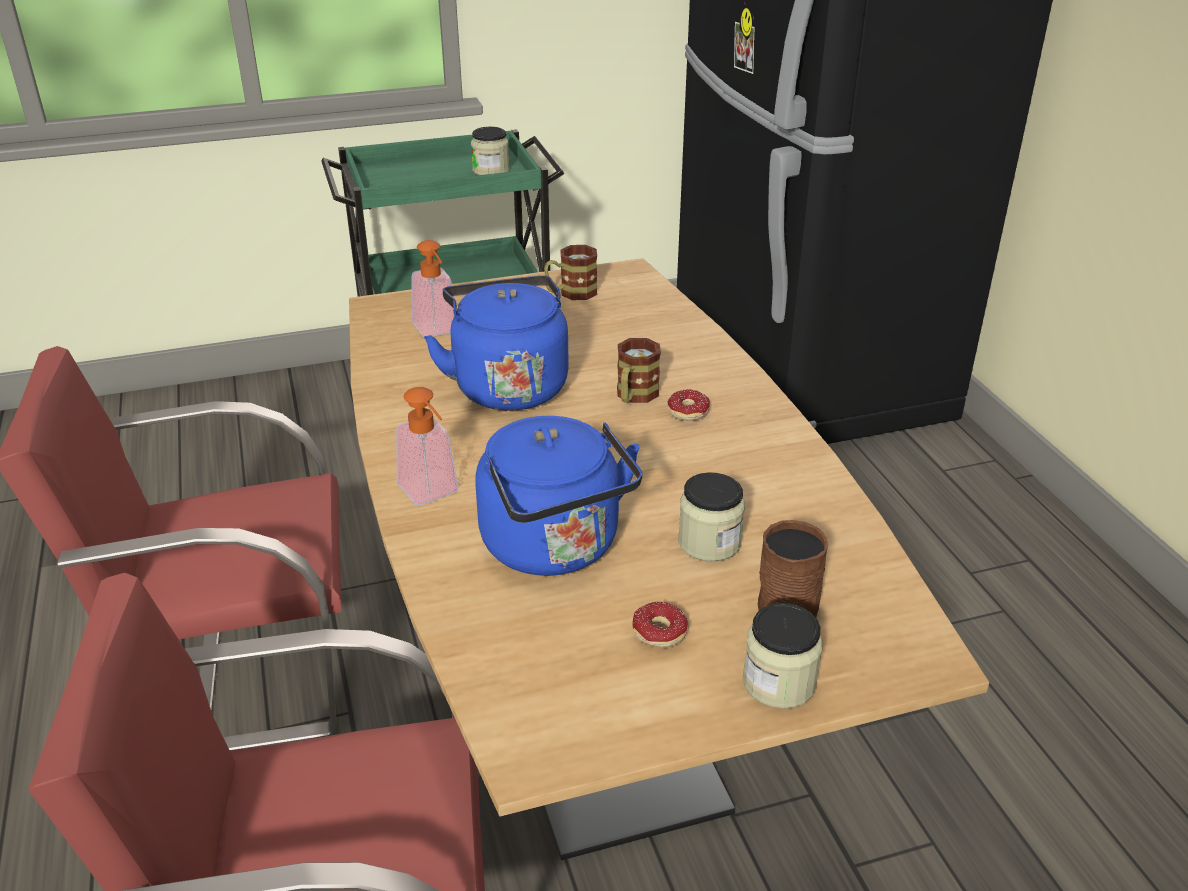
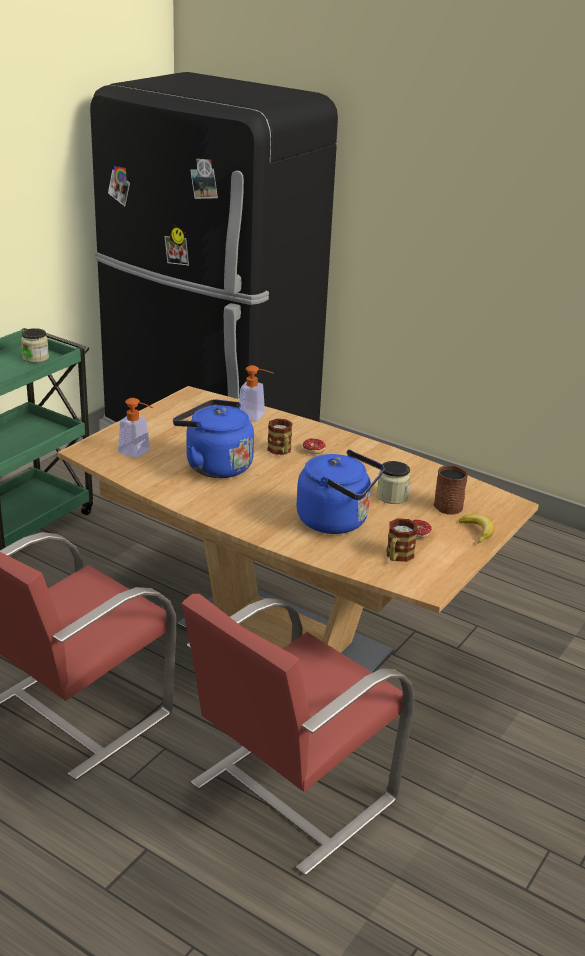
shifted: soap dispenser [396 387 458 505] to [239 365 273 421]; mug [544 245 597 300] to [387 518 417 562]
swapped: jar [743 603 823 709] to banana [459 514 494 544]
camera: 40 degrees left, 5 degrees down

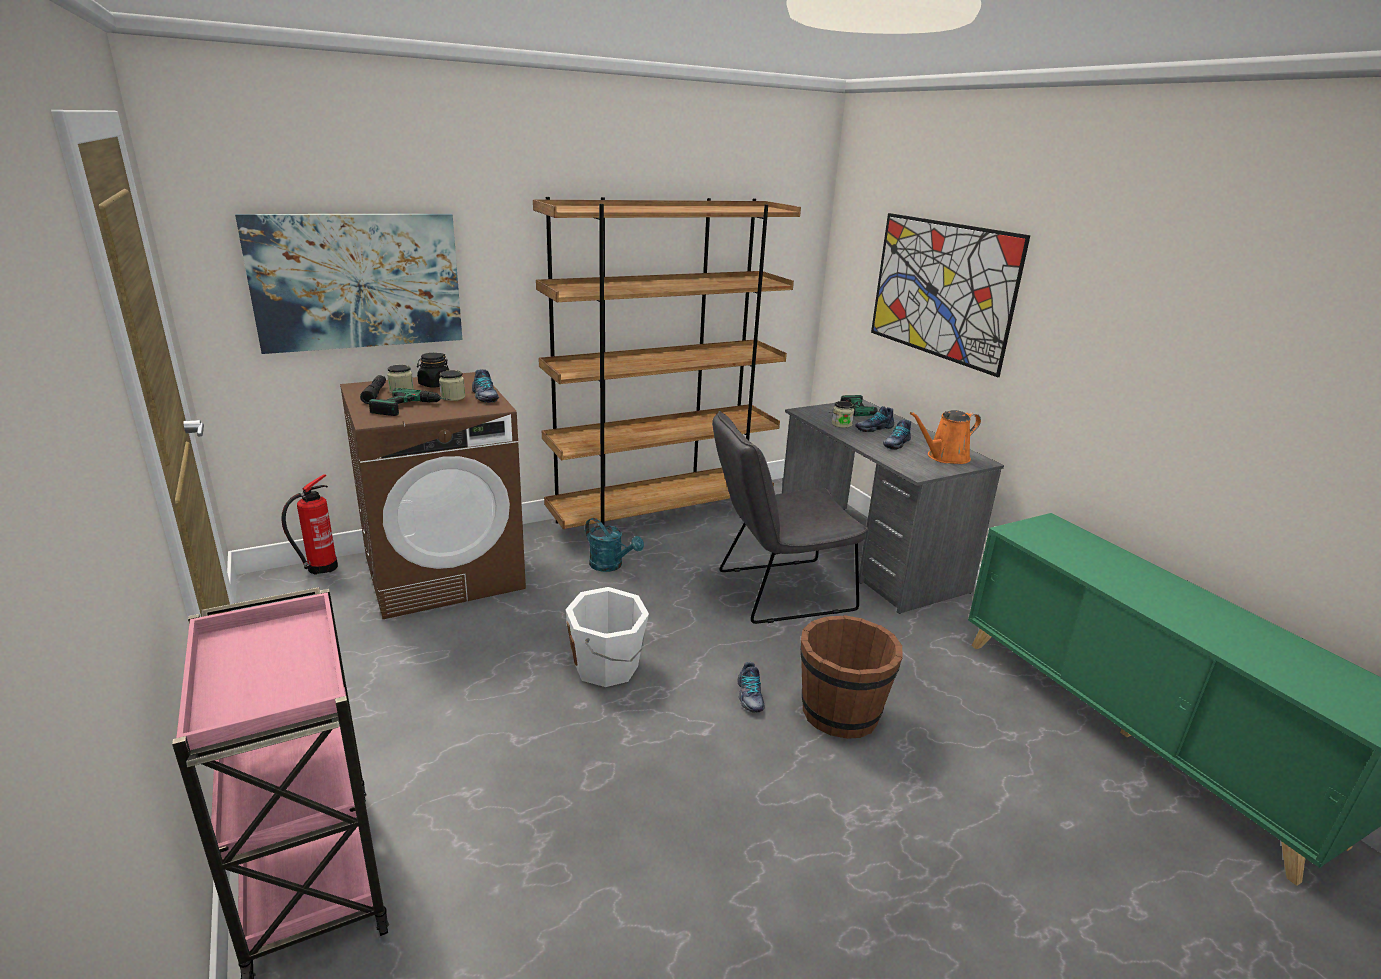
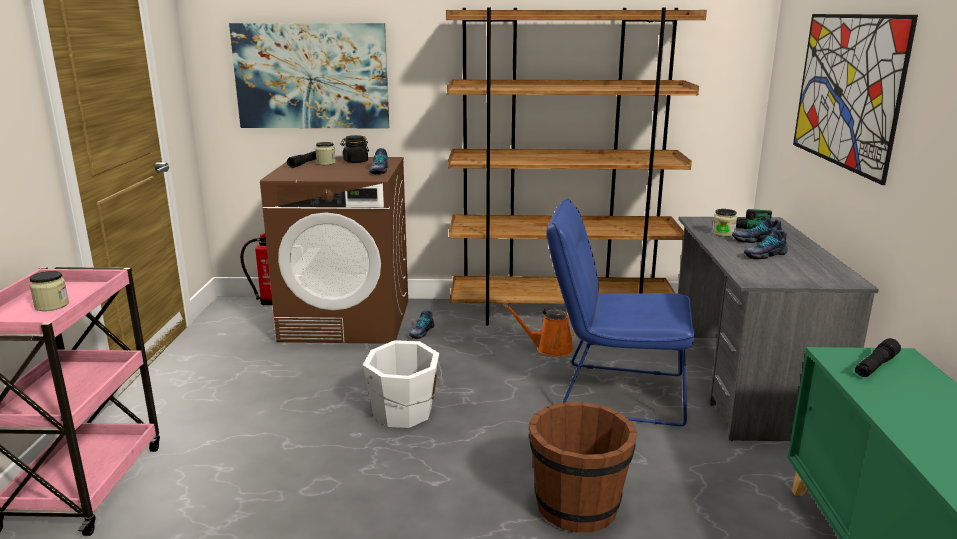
gone: power drill [369 388 452 416]; turquoise watering can [585 518 644 572]
new: black flashlight [855 338 901 377]
shifted: jar [439 370 465 401] to [29 271 69 311]; shoe [737 662 765 713] to [409 310 435 339]; orange watering can [910 410 981 464] to [504 305 575 357]
repainted: grey chair [712 411 868 624] to blue chair [546 199 696 426]
camera: 30 degrees right, 5 degrees down

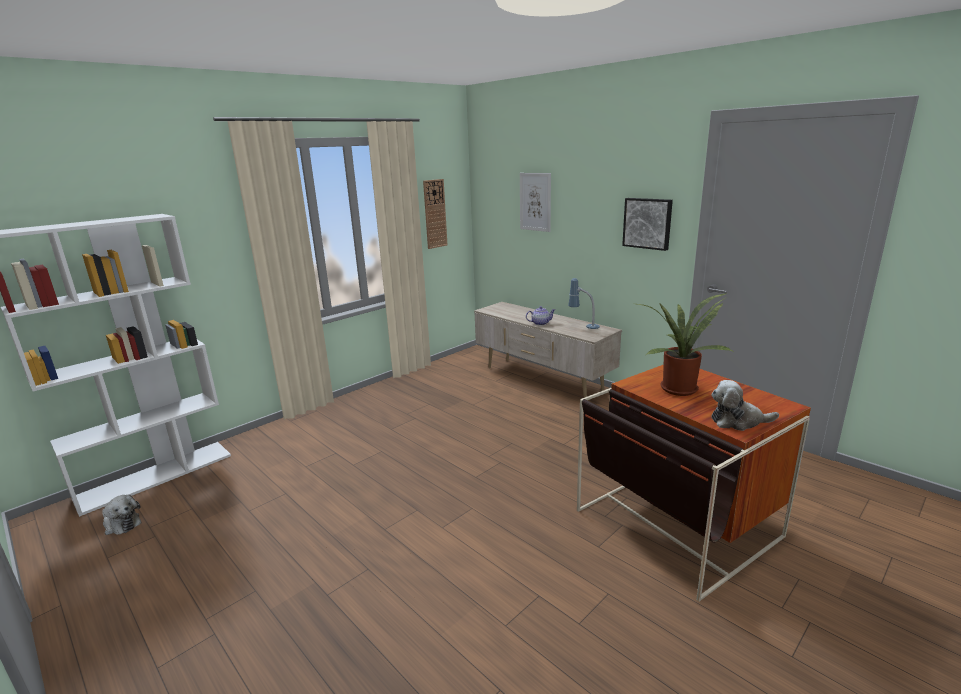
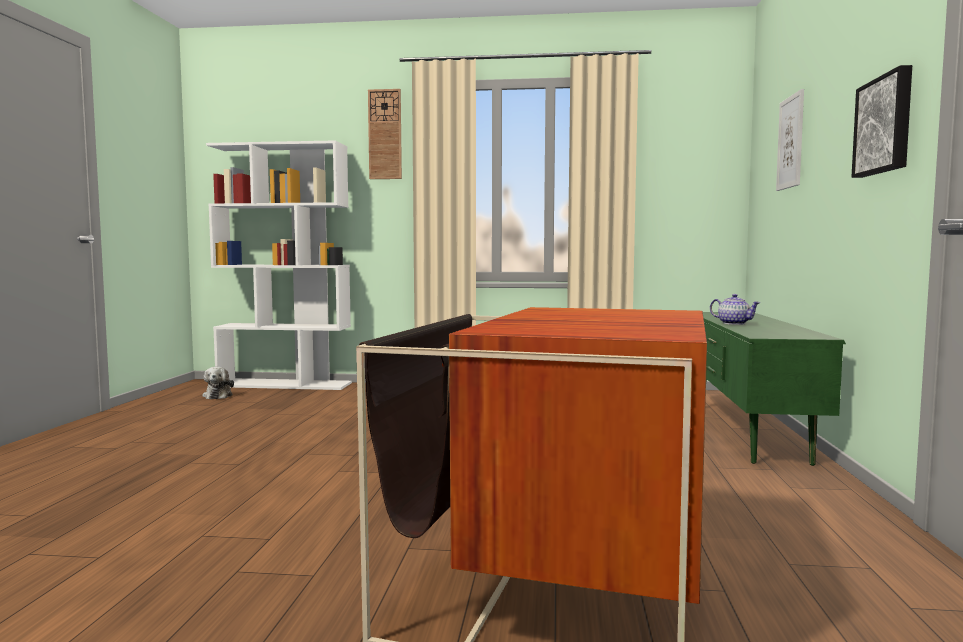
gone: table lamp [568 278 600 329]; potted plant [637 293 732 396]; plush toy [711 380 779 431]
shifted: wall clock [423 179 448 249] to [368 89 402 179]
repainted: beige tv stand [474 302 622 398] to green tv stand [703 312 846 466]
camera: 50 degrees right, 15 degrees down

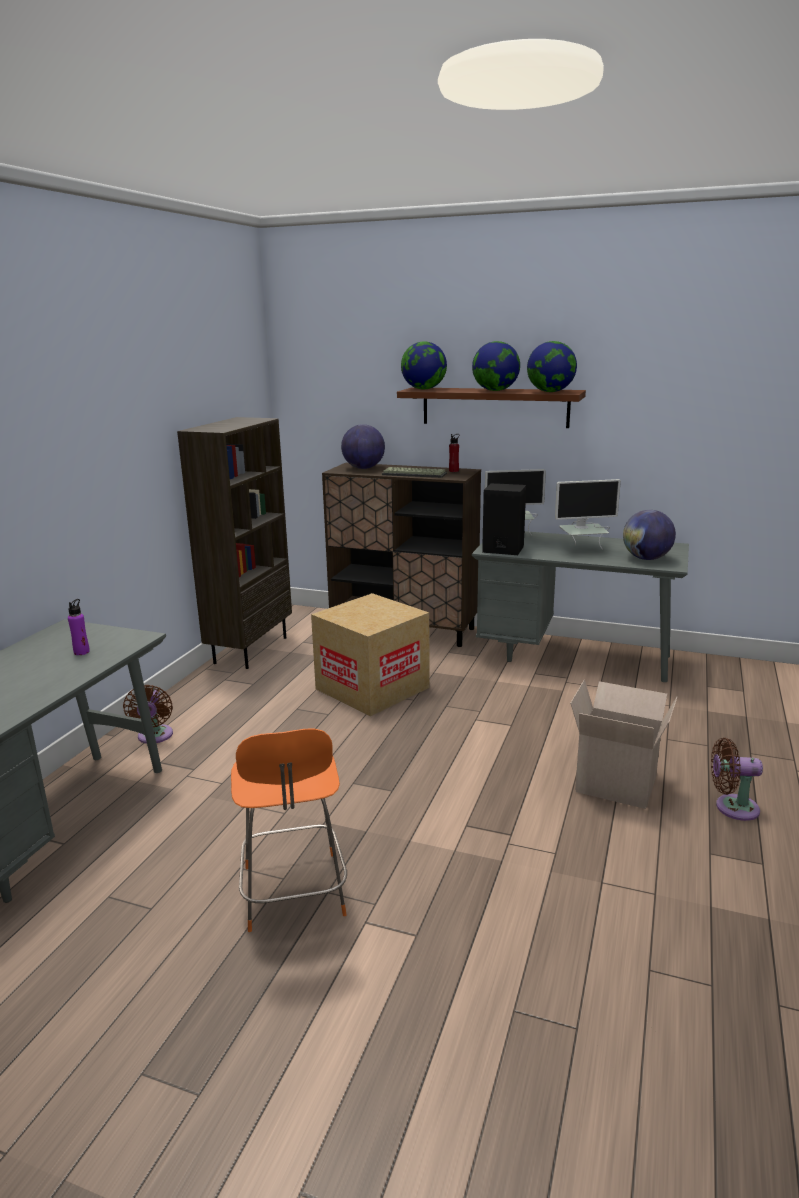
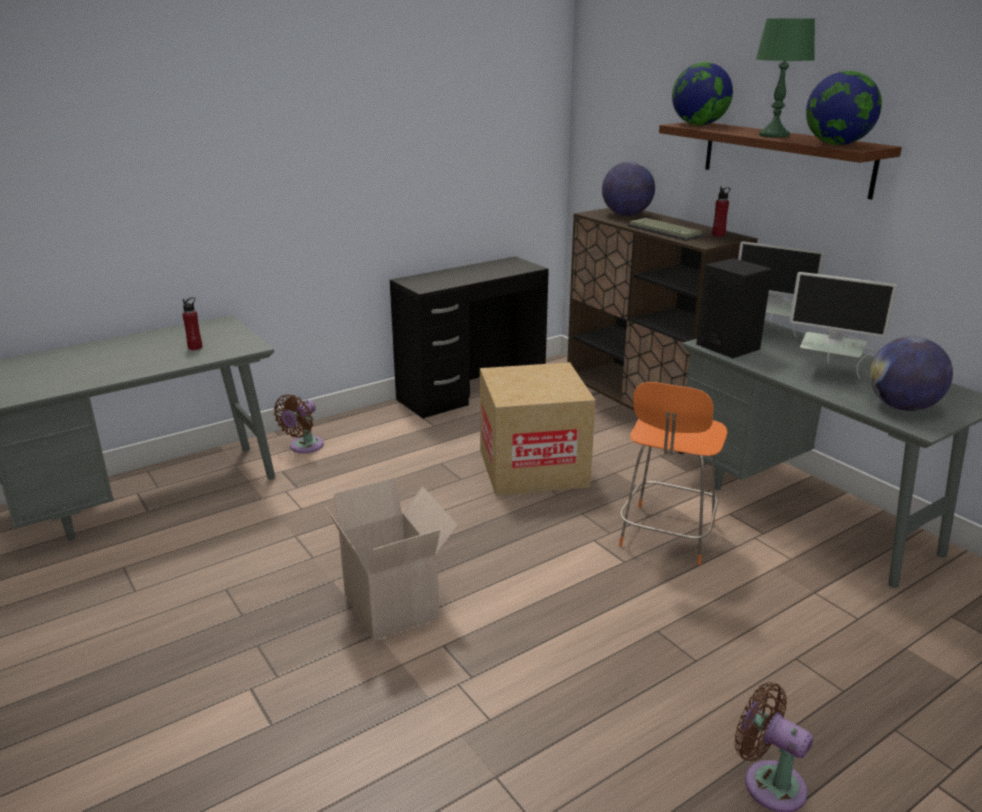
shifted: orange chair [231 729 347 932] to [619 382 727 565]; cardboard box [570 679 677 809] to [326 478 458 641]
swapped: brown bookcase [177 417 292 669] to black desk [390 256 549 419]; globe [472 341 520 391] to green table lamp [756 18 815 138]
repainted: purple bottle [68 599 90 655] to red bottle [182 297 202 350]
camera: 35 degrees right, 5 degrees up

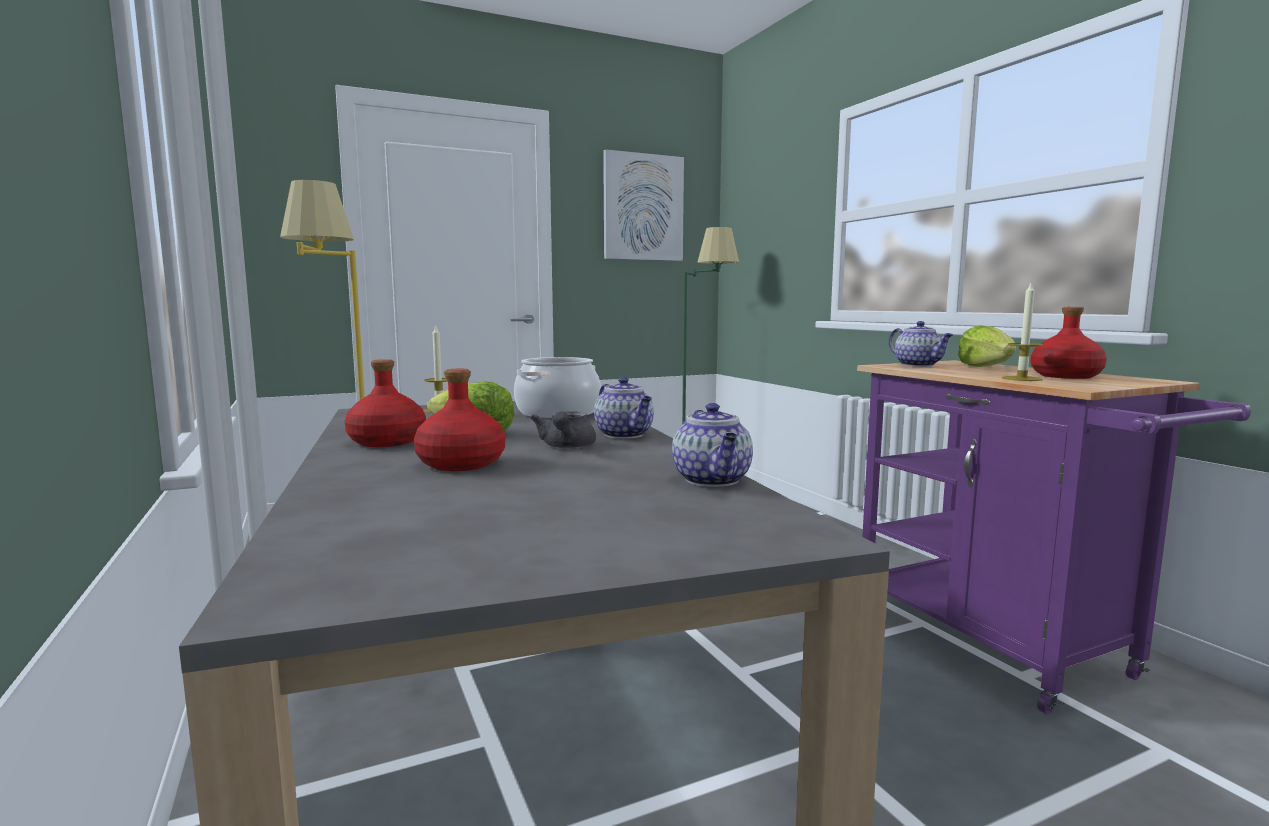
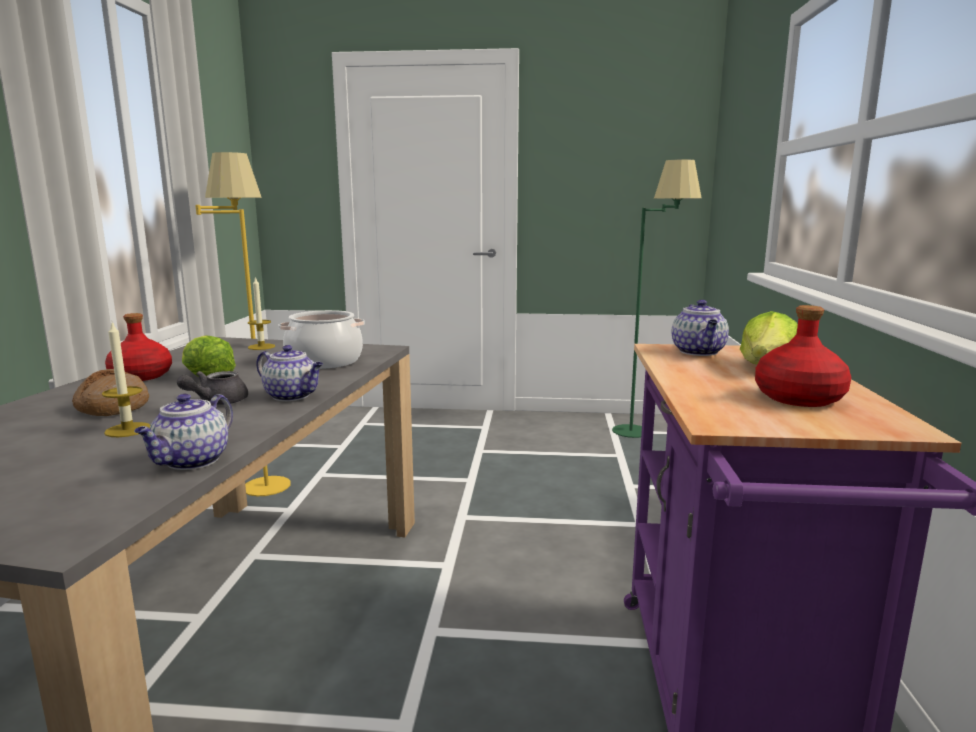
gone: picture [603 149 684 261]
shifted: candle [1002 283 1043 381] to [102 322 150 437]
swapped: red bottle [414 369 505 471] to bread [72 369 149 416]
rotated: teapot [594 377 654 439] = [256 345 323 401] 60 degrees counterclockwise
camera: 30 degrees right, 5 degrees up

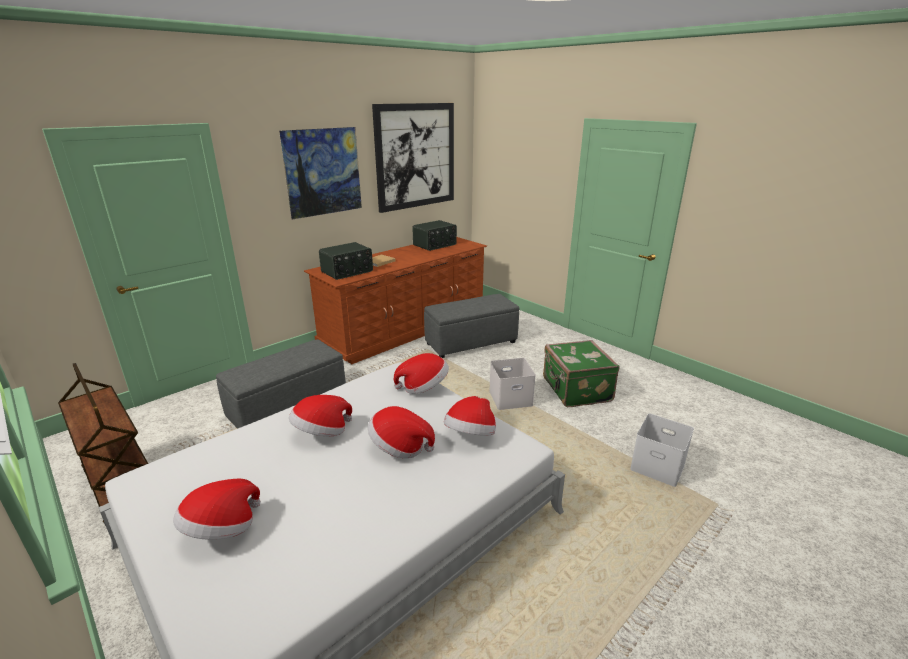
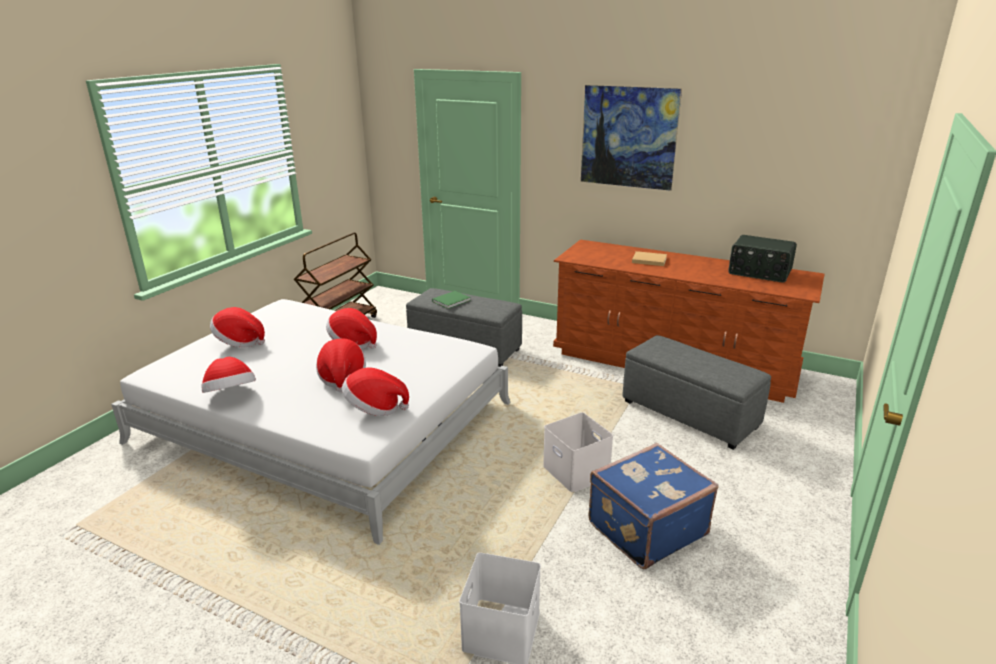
gone: radio [319 242 373 280]; picture [372 103 454 213]
new: green book [432 291 471 309]
shifted: hat [394 353 449 394] to [202 357 256 393]
repainted: green suitcase [543 340 620 407] to blue suitcase [588 443 719 570]
camera: 70 degrees right, 0 degrees up

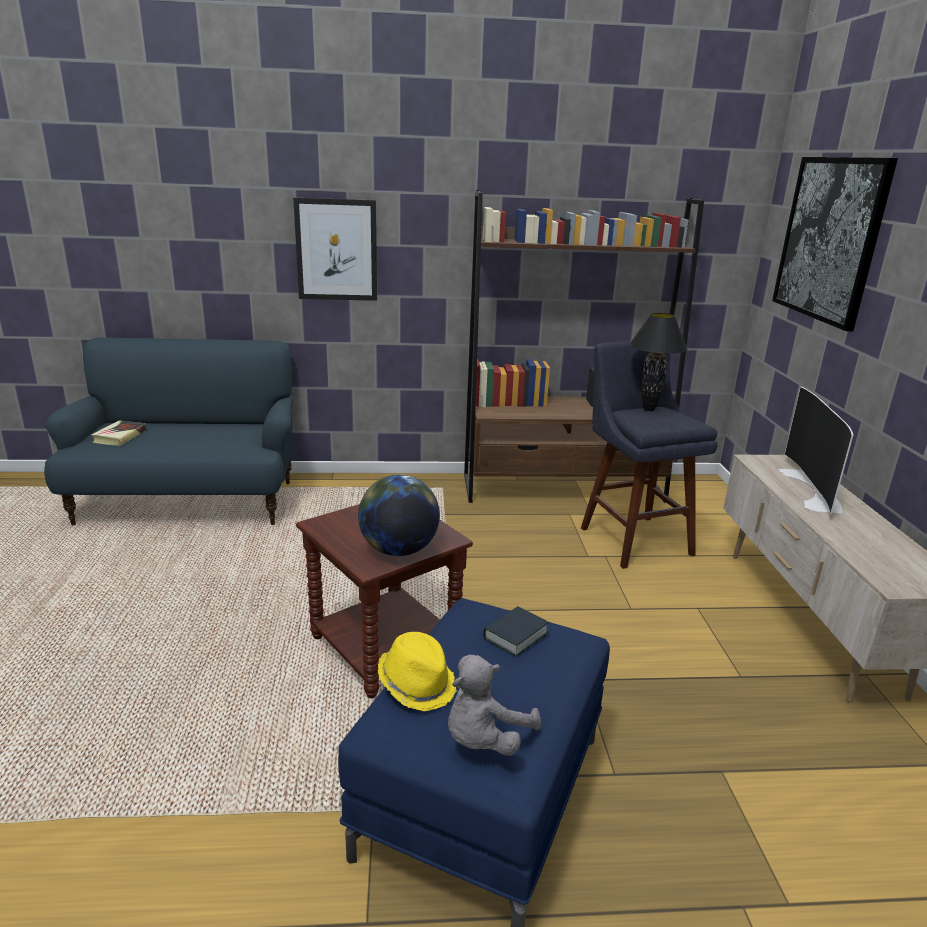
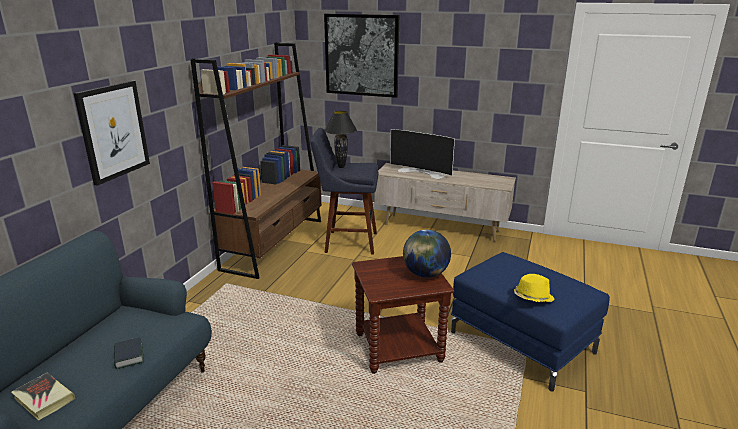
gone: grey plush toy [448 655 541 756]
shifted: book [483 606 549 656] to [114 337 144 369]
camera: 65 degrees left, 0 degrees up

